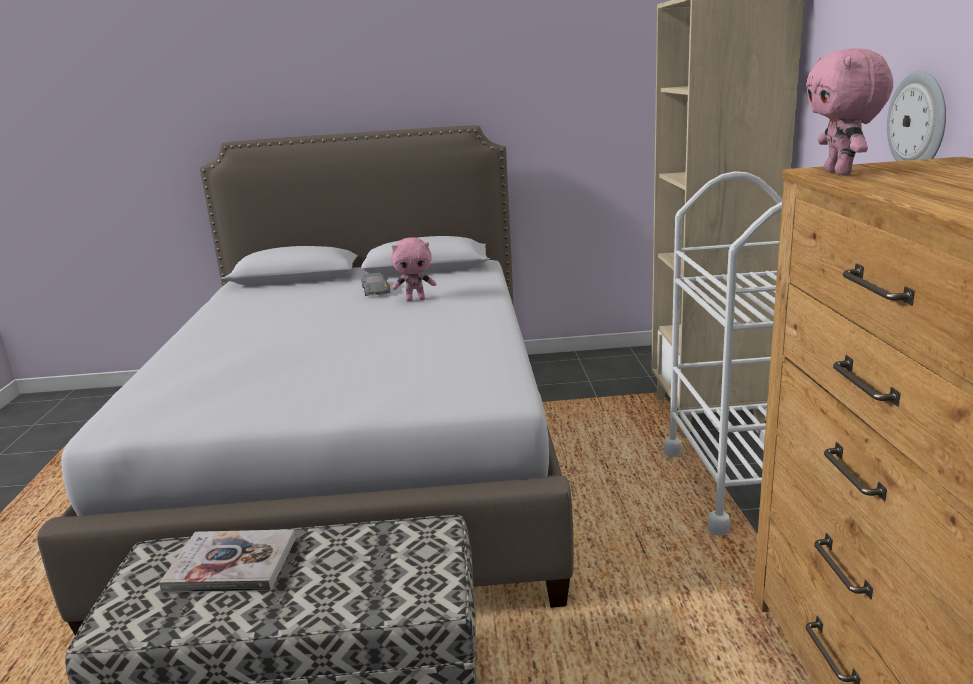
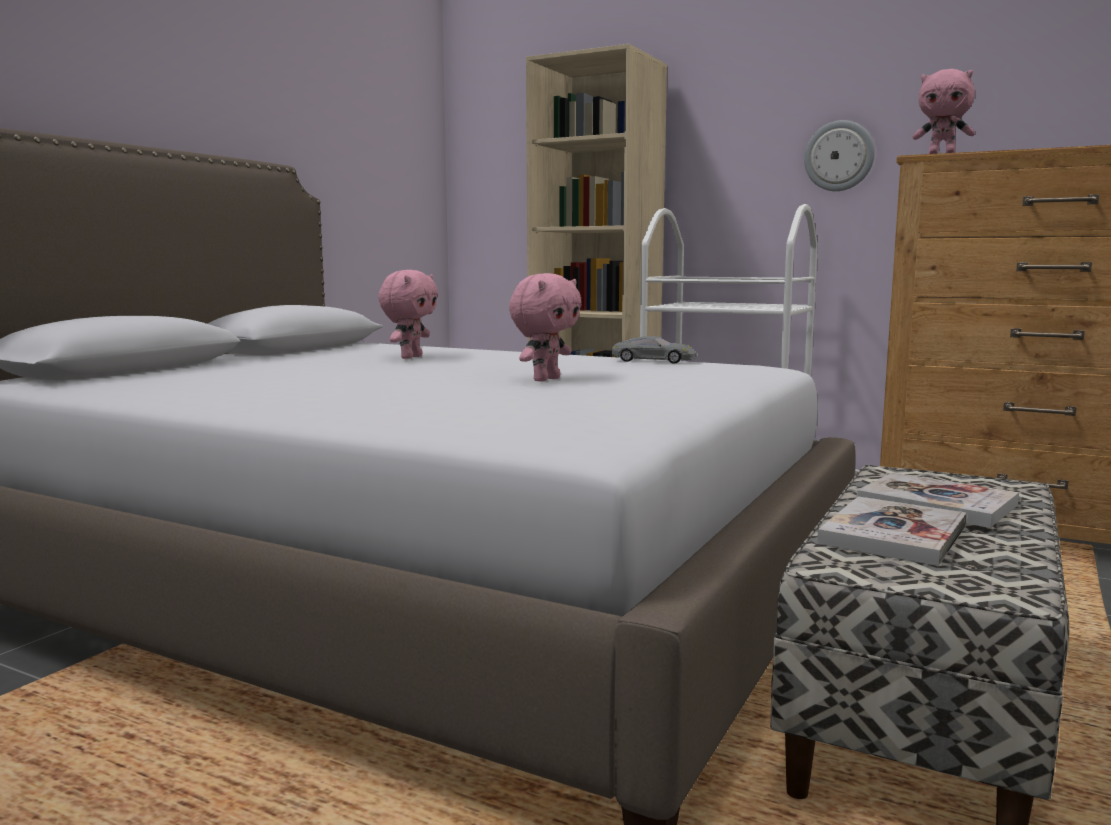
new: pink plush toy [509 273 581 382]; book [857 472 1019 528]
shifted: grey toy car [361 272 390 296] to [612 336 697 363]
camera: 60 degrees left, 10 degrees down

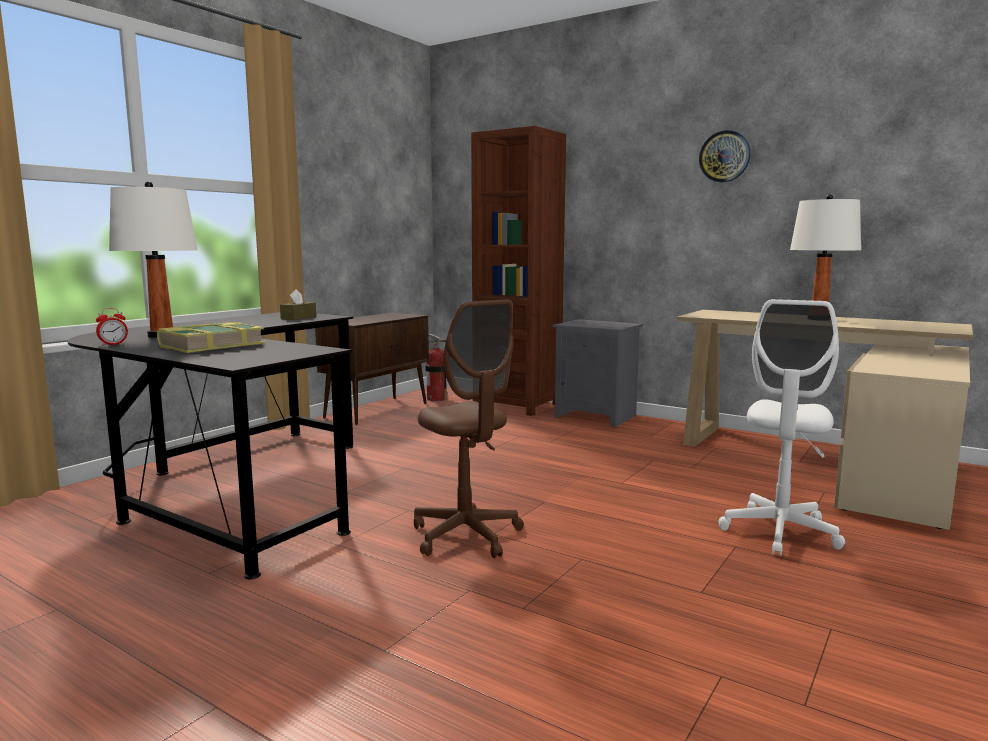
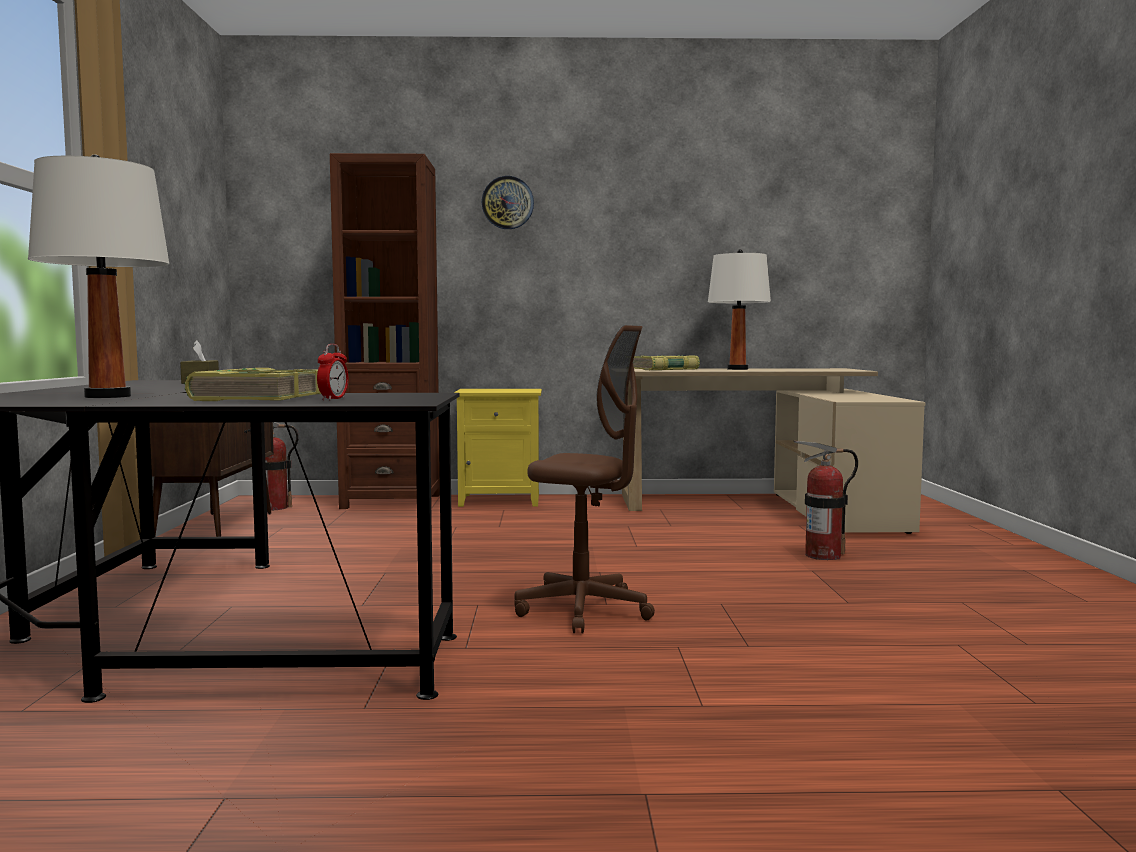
new: book [633 355 700 370]
shifted: alarm clock [96 308 128 346] to [317 344 348 400]; wall clock [699 130 751 182] to [482 176 534 229]
swapped: white office chair [718 299 845 556] to fire extinguisher [794 441 858 560]
repainted: grey nightstand [553 319 643 427] to yellow nightstand [454 389 542 507]
camera: 35 degrees left, 5 degrees down

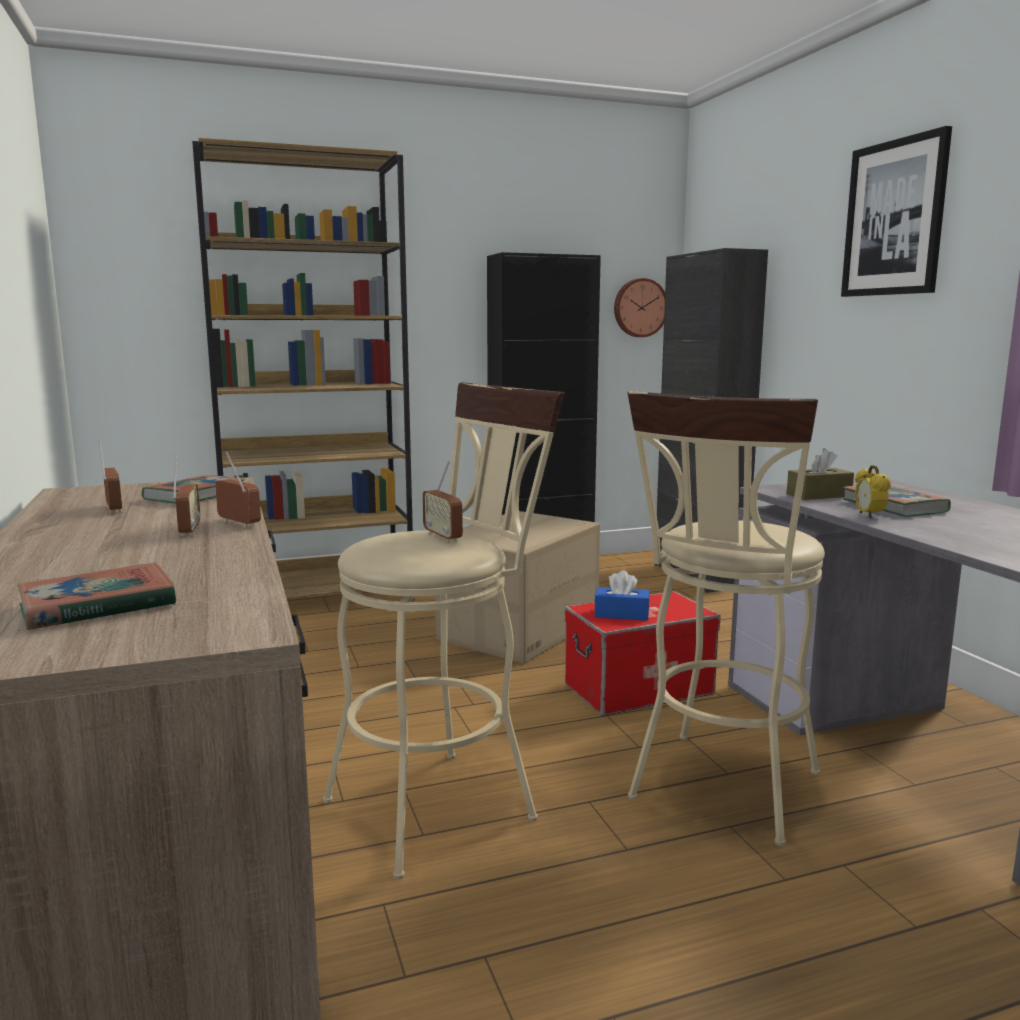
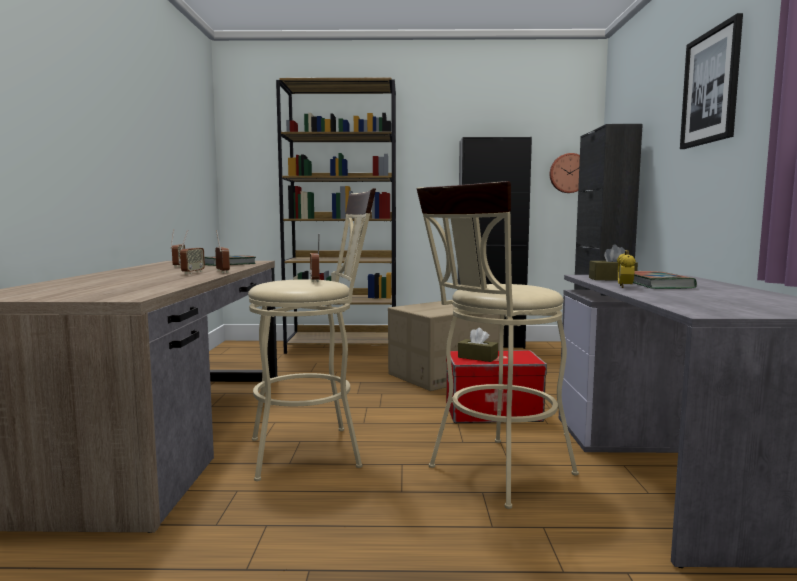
gone: book [18 562 176 630]
repainted: blue tissue box [594 570 650 621] to brown tissue box [458 328 498 362]
camera: 20 degrees right, 5 degrees down

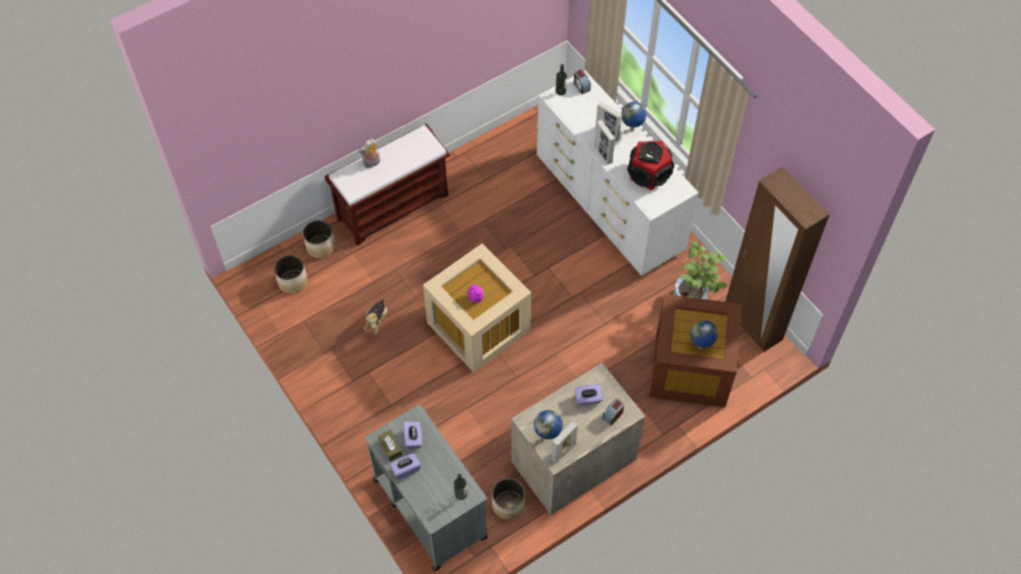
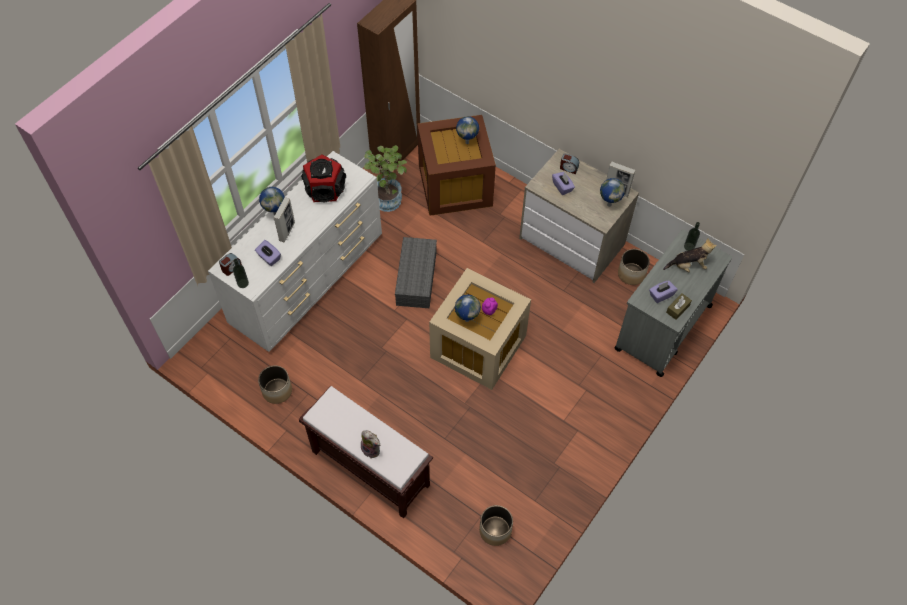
gone: picture frame [594 120 616 164]
new: grey storage box [395 237 437 308]; globe [455 295 481 322]
shifted: planter [303 220 335 258] to [258 365 292 404]; plush toy [364 299 387 334] to [663 238 717 272]; purple tissue box [390 453 421 479] to [255 240 281 266]
camera: 110 degrees left, 0 degrees up

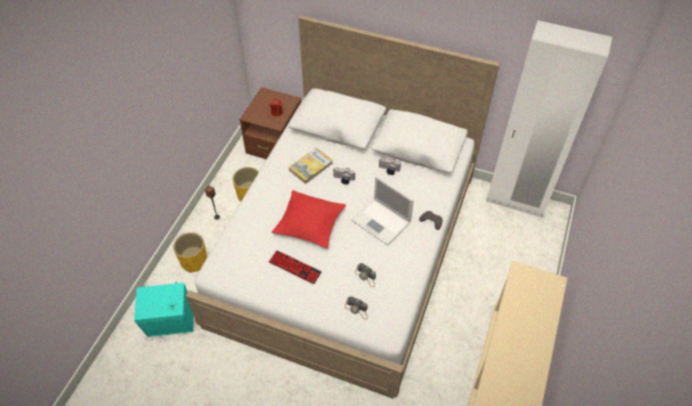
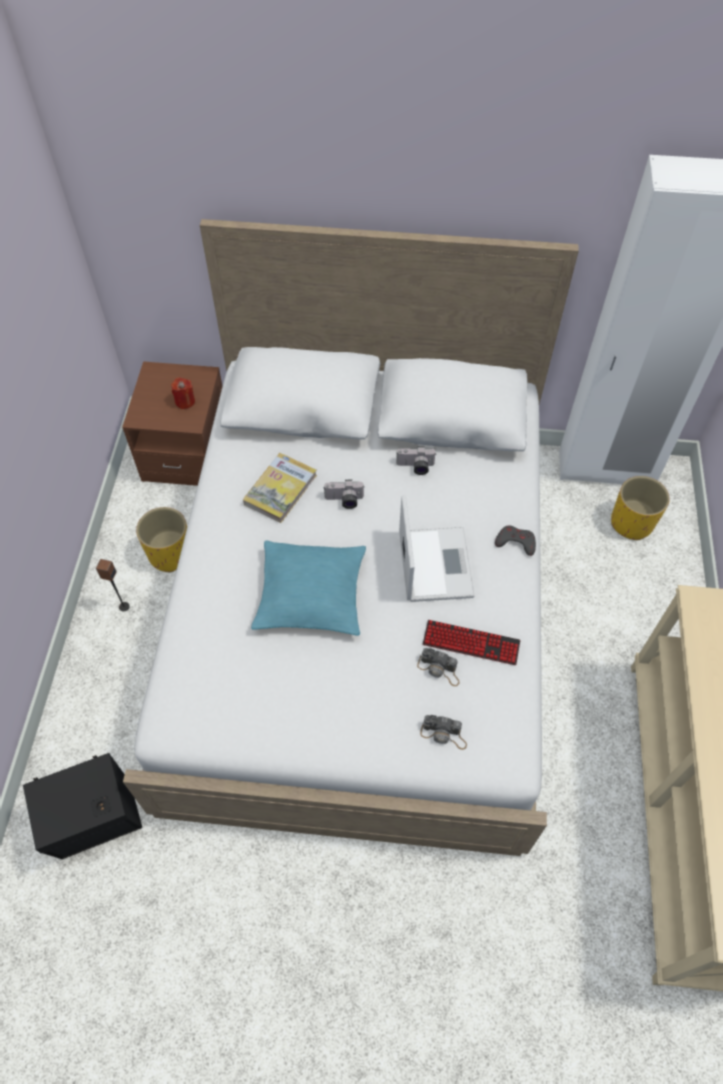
shifted: yellow planter [173 232 207 273] to [611 476 670 540]; keyboard [269 250 322 284] to [423 620 520 665]
repainted: turquoise speaker [134 282 194 337] to black speaker [23 753 142 859]; red pillow [272 190 346 249] to turquoise pillow [251 540 366 636]
rotated: laptop [352 176 414 246] = [399 495 475 602] 120 degrees counterclockwise
camera: 15 degrees left, 5 degrees up

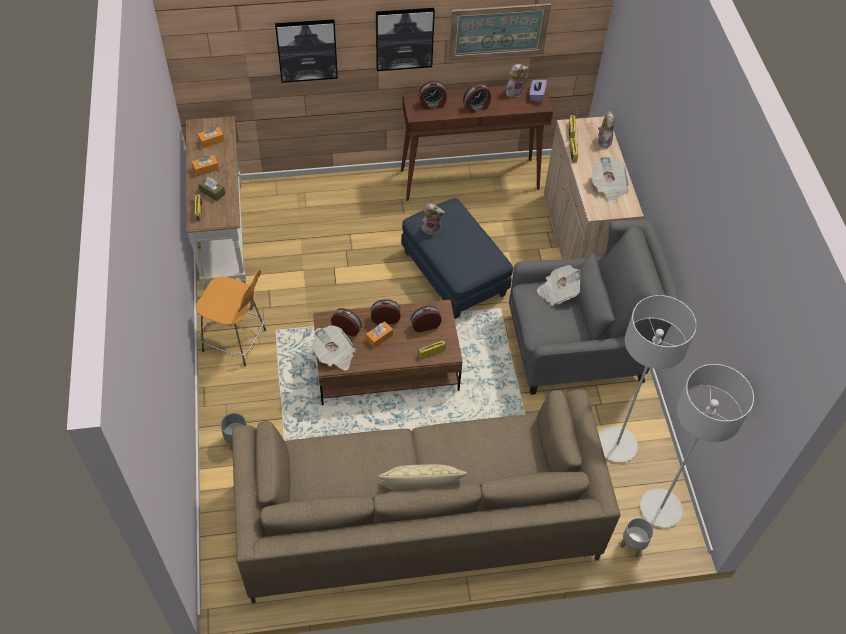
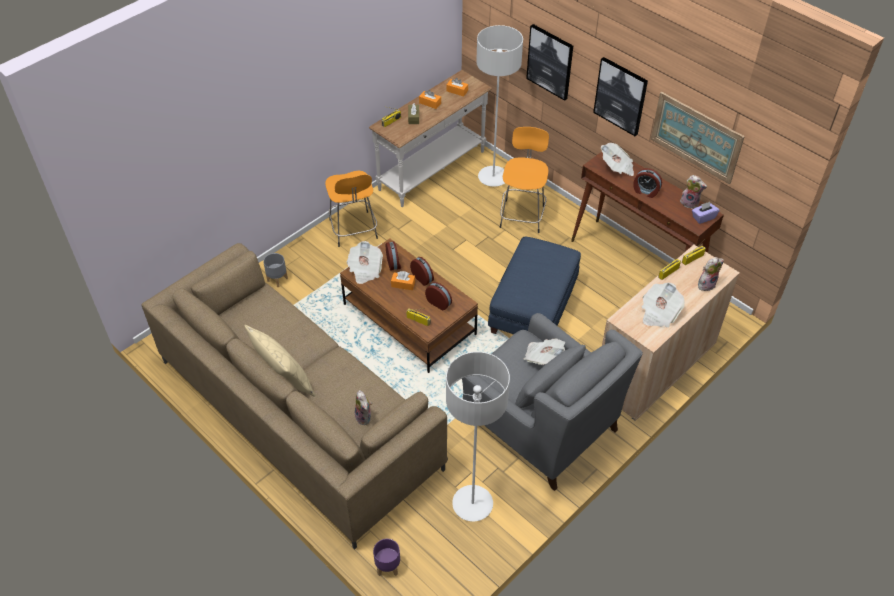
new: orange stool [500 127 549 233]
shifted: plush toy [421 204 445 235] to [355 390 372 425]; grey floor lamp [640 364 754 528] to [476 25 523 187]
swapped: alarm clock [419 81 447 110] to newspaper [601 143 634 176]
repainted: grey planter [620 518 654 557] to purple planter [373 539 400 576]
camera: 55 degrees right, 5 degrees down

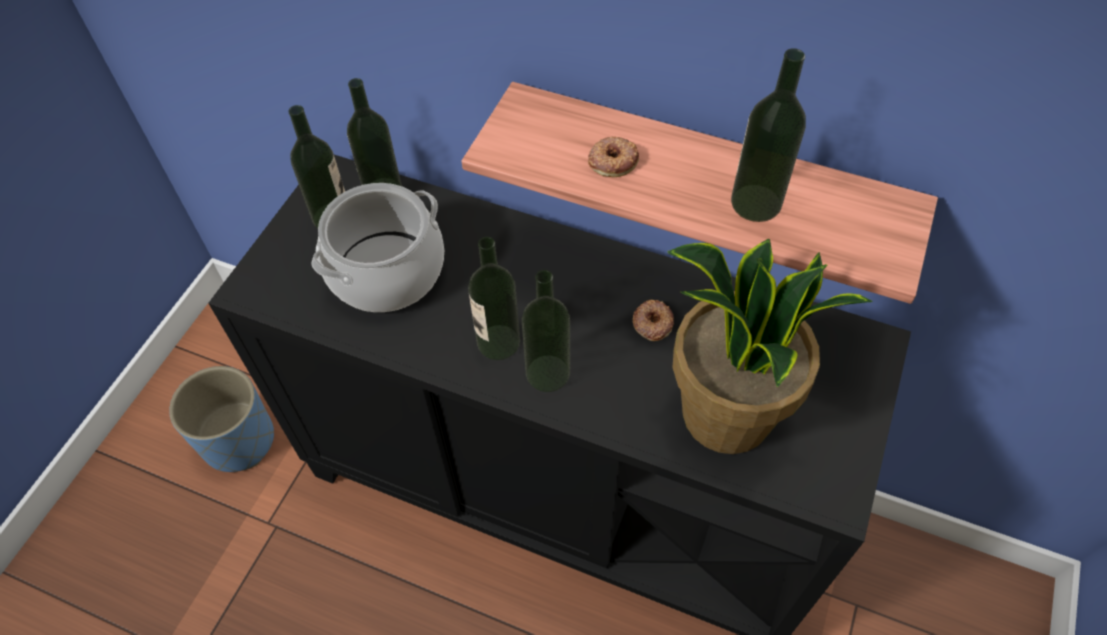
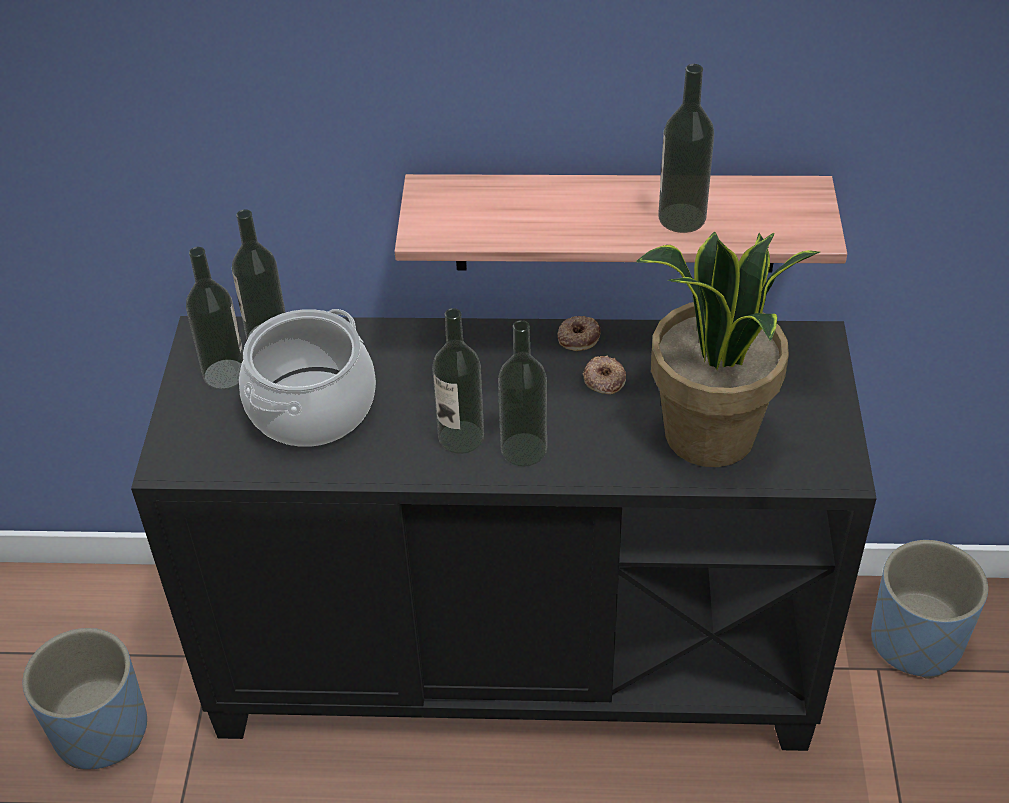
new: blue planter [871 540 988 679]
shifted: donut [588 137 639 177] to [557 316 601 351]
camera: 20 degrees left, 10 degrees down

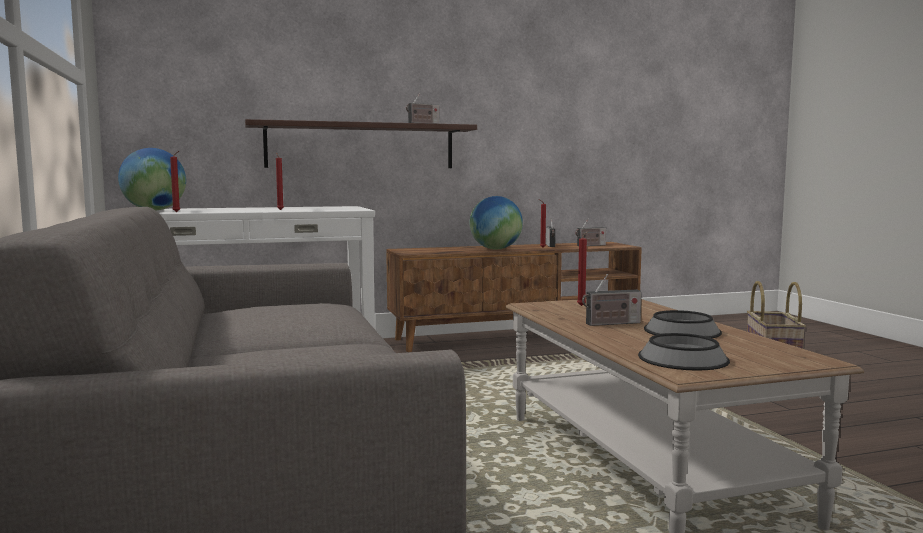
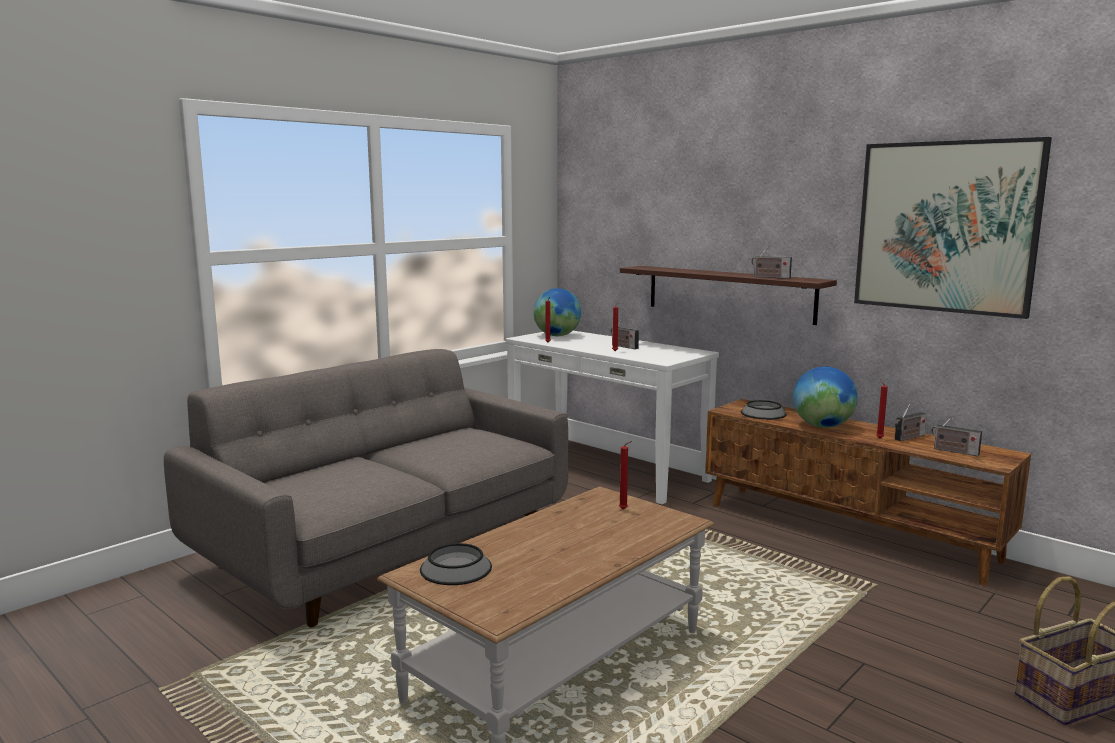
new: picture [854 137 1052 319]
shifted: radio [582 274 642 326] to [611 318 639 349]; bowl [644 310 722 338] to [741 400 787 419]
camera: 60 degrees right, 5 degrees up

